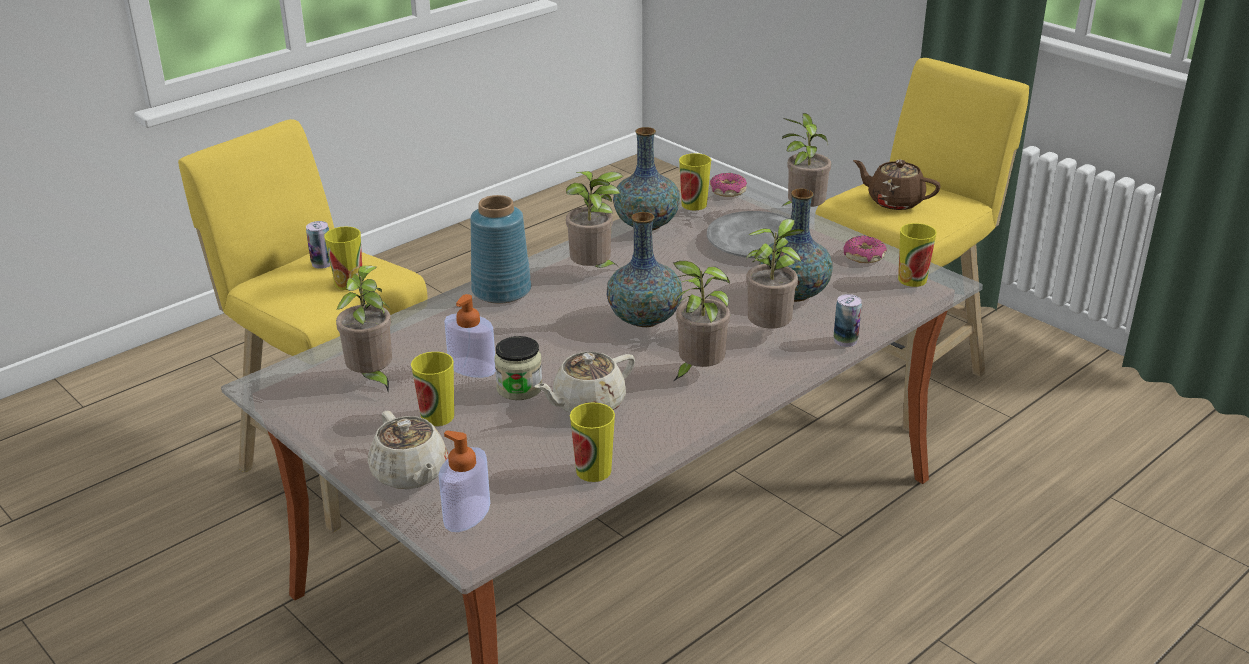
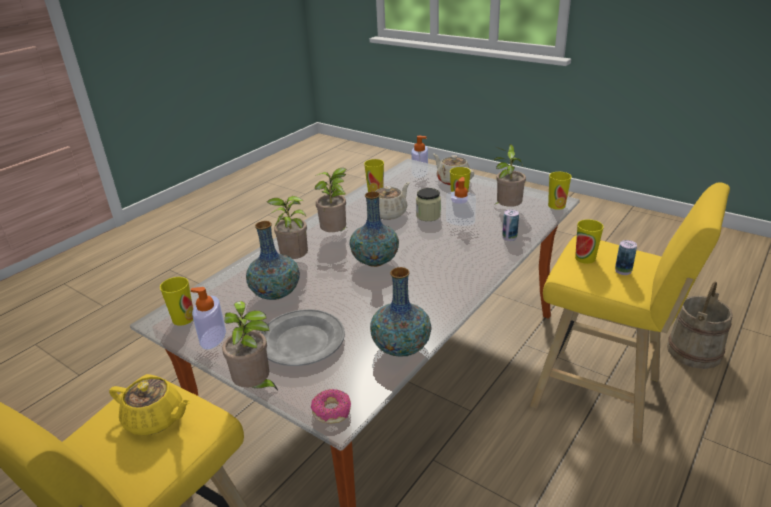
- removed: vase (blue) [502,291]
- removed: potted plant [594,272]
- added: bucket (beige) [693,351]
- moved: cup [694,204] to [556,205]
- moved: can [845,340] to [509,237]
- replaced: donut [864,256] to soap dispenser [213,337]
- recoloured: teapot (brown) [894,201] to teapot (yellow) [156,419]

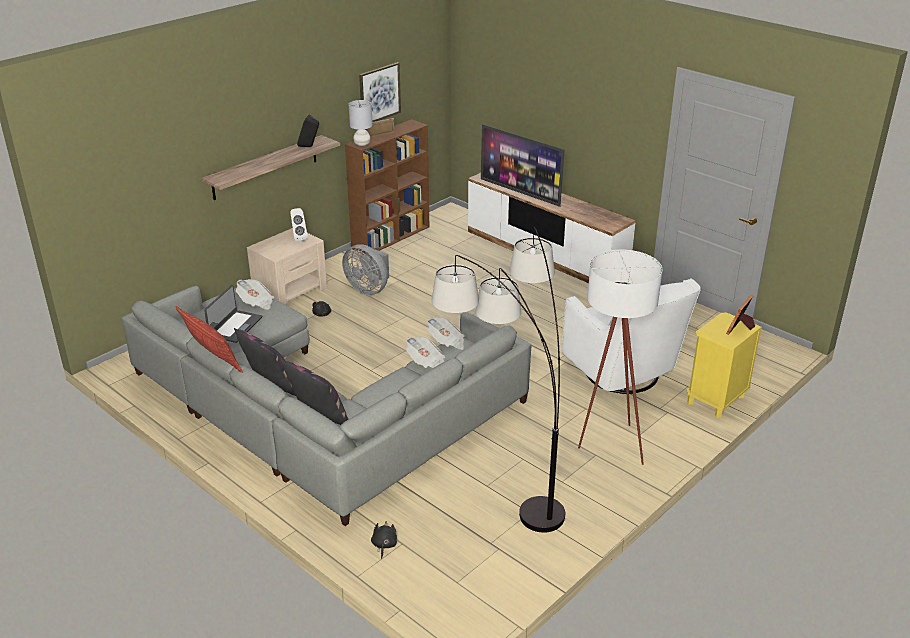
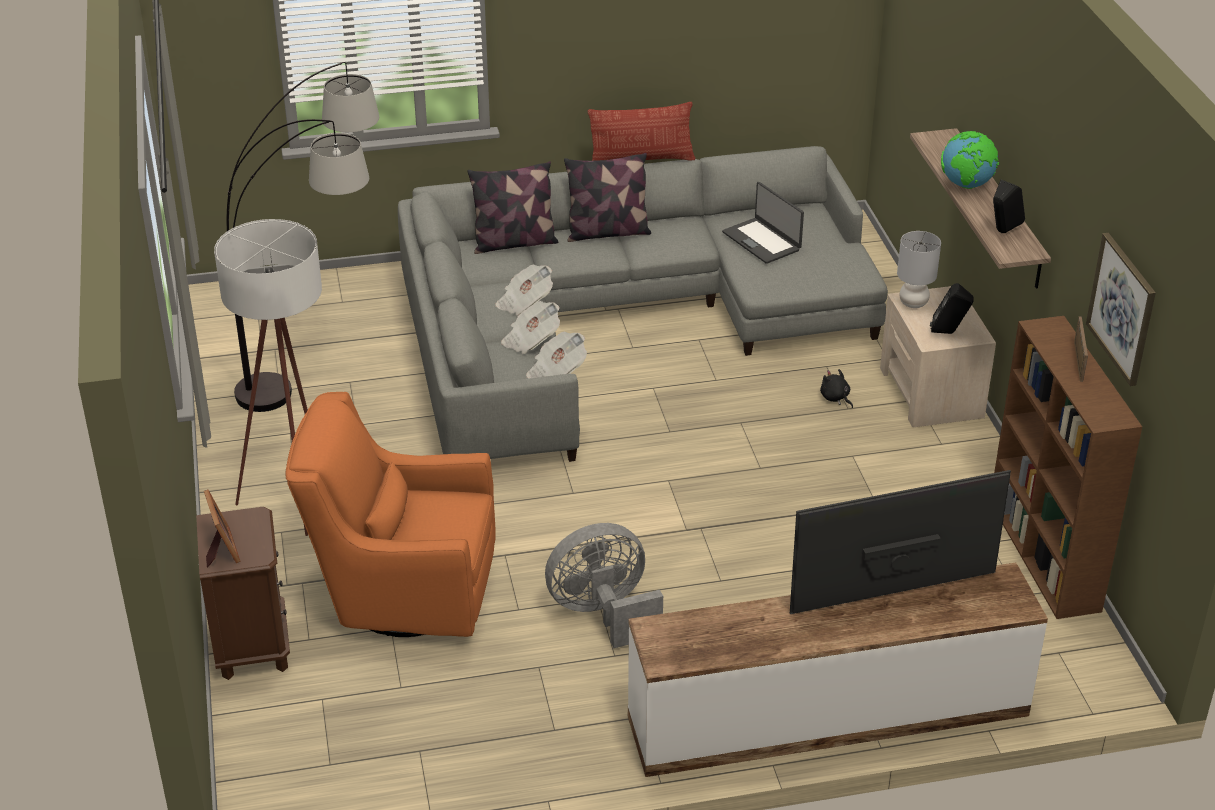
- removed: plush toy (black) [384,545]
- added: globe [967,185]
- moved: newspaper [256,303] to [524,302]
- moved: fan (grey) [369,289] to [603,613]
- moved: table lamp (grey) [361,144] to [913,303]
- recoloured: speaker (white) [298,238] to speaker (black) [948,333]
- recoloured: armchair (white) [623,374] to armchair (orange) [402,594]
- recoloured: nightstand (yellow) [715,400] to nightstand (brown) [252,646]

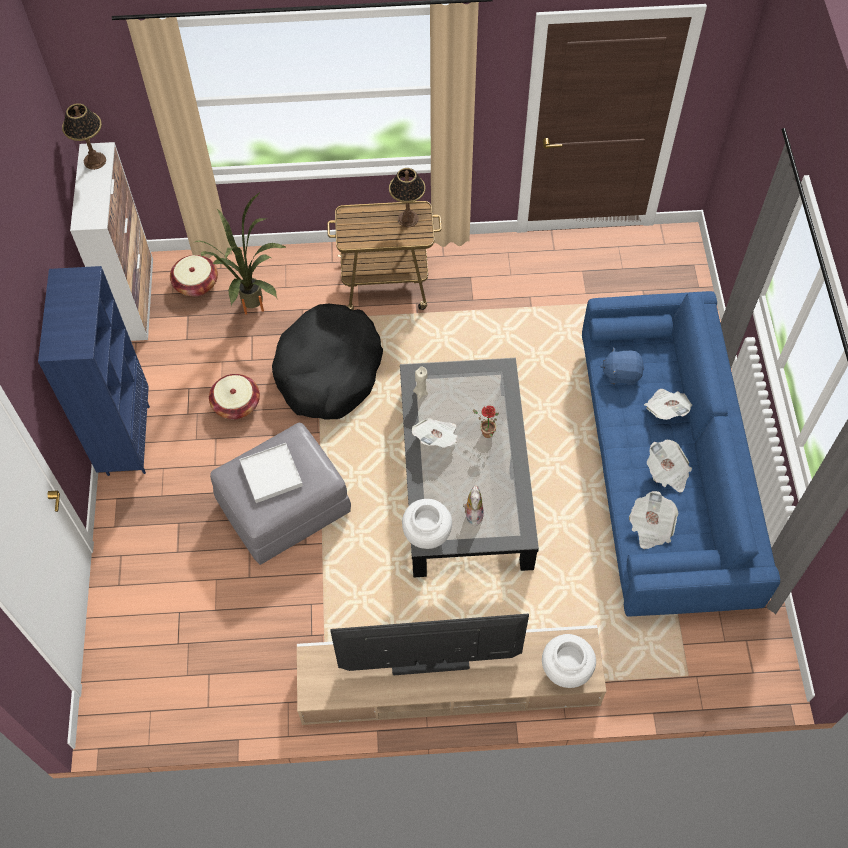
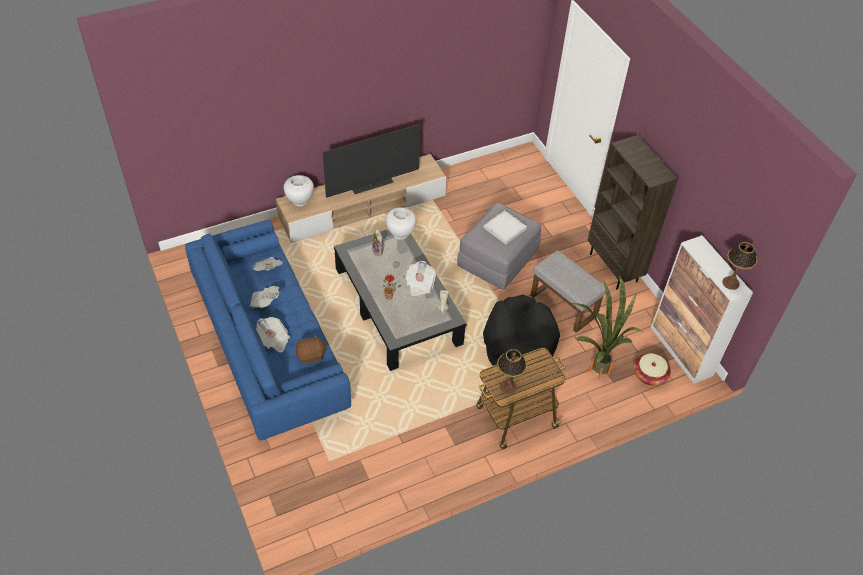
- replaced: basket [236,404] to ottoman (grey) [564,306]
- recoloured: bookcase (blue) [127,439] to bookcase (brown) [614,268]
- recoloured: plush toy (blue) [621,374] to plush toy (brown) [311,356]

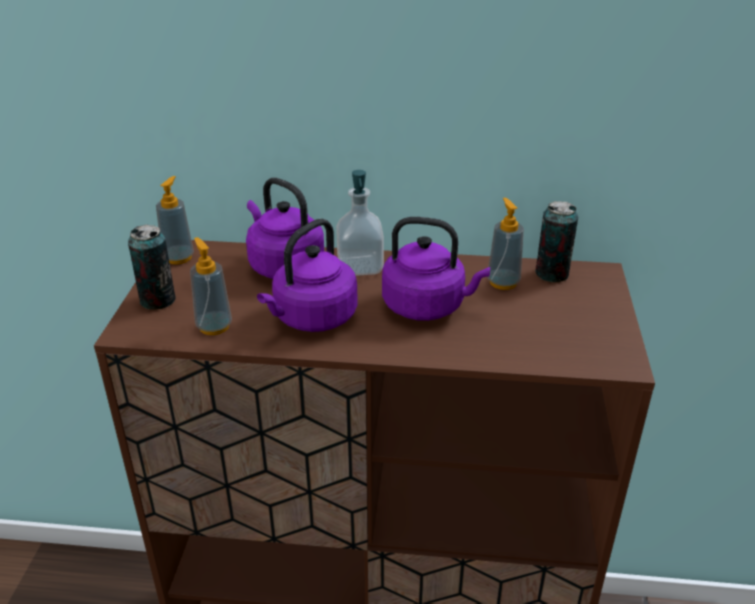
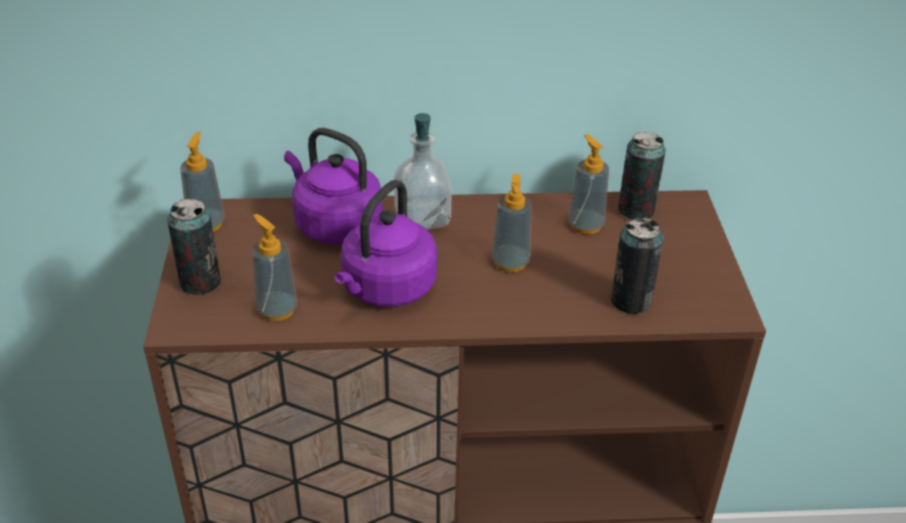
- added: can [631,301]
- replaced: kettle (purple) [427,306] to soap dispenser [510,262]

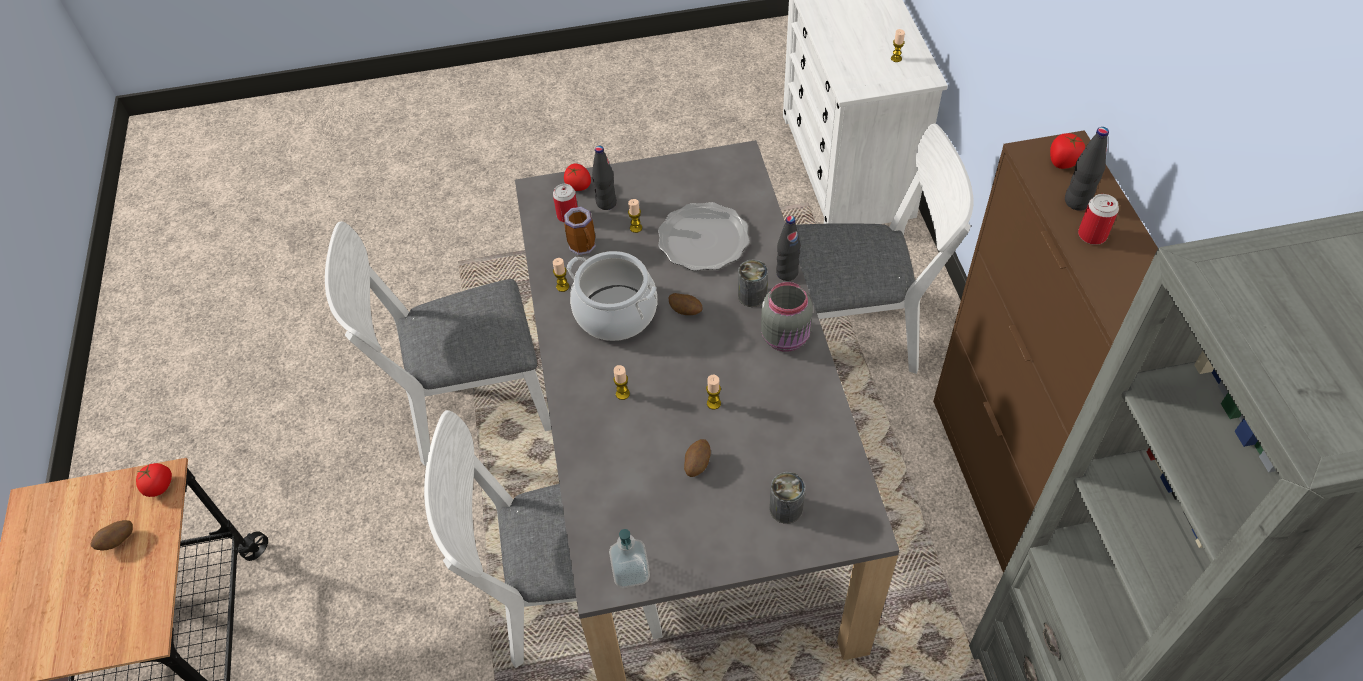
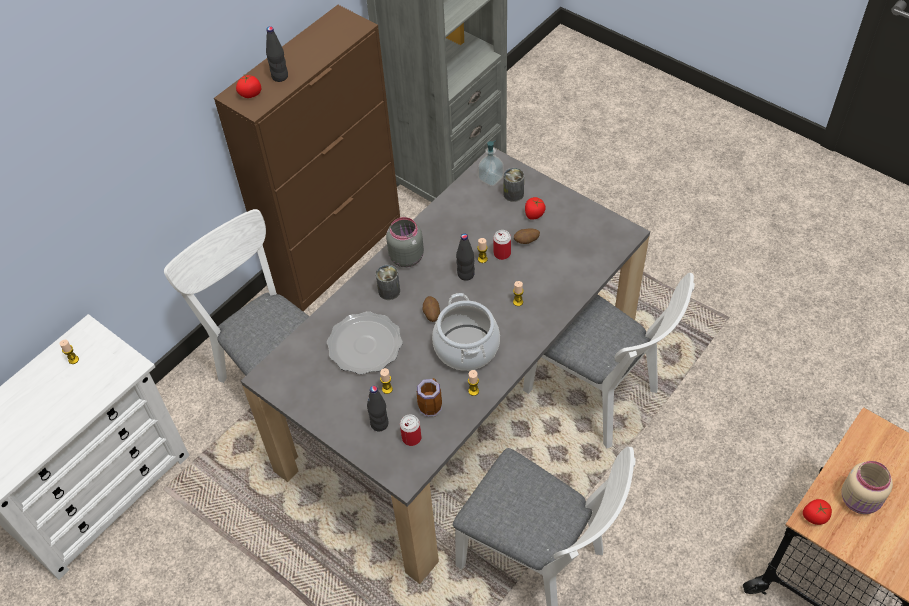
- moved: tomato [578,186] to [534,214]
- moved: soap dispenser [631,572] to [490,178]
- moved: bottle (black) [787,273] to [466,274]
- moved: can [1092,235] to [502,253]
- replaced: potato [118,541] to jar (beige) [860,500]

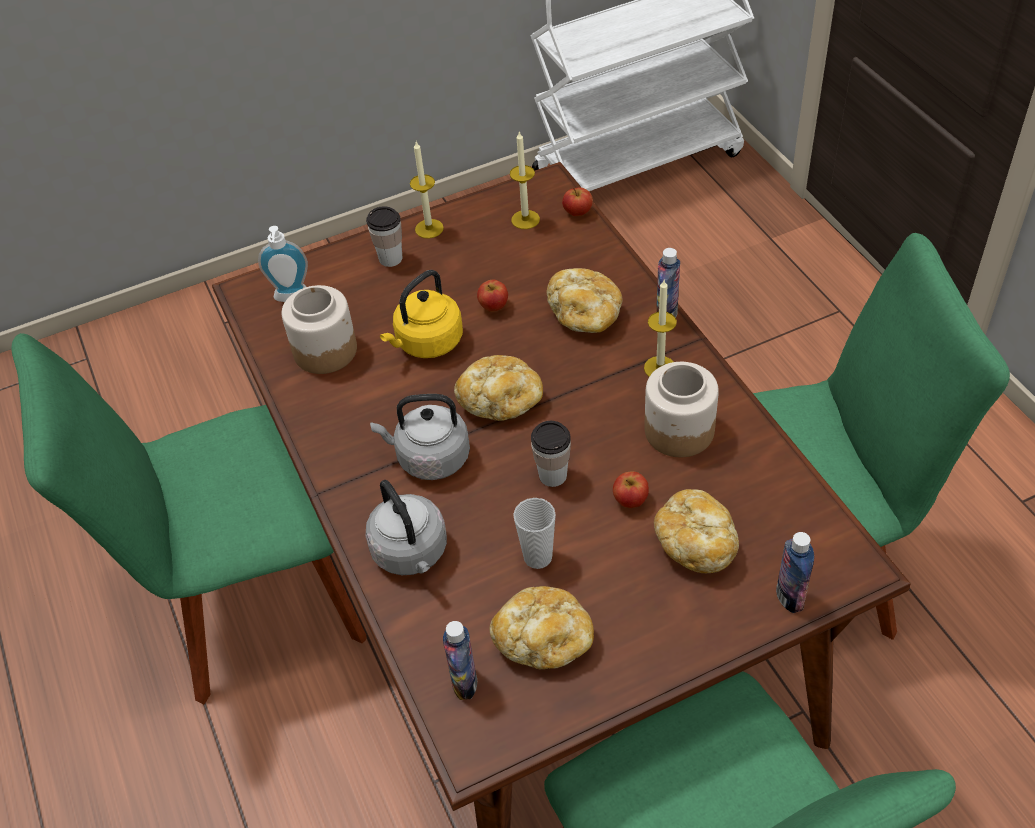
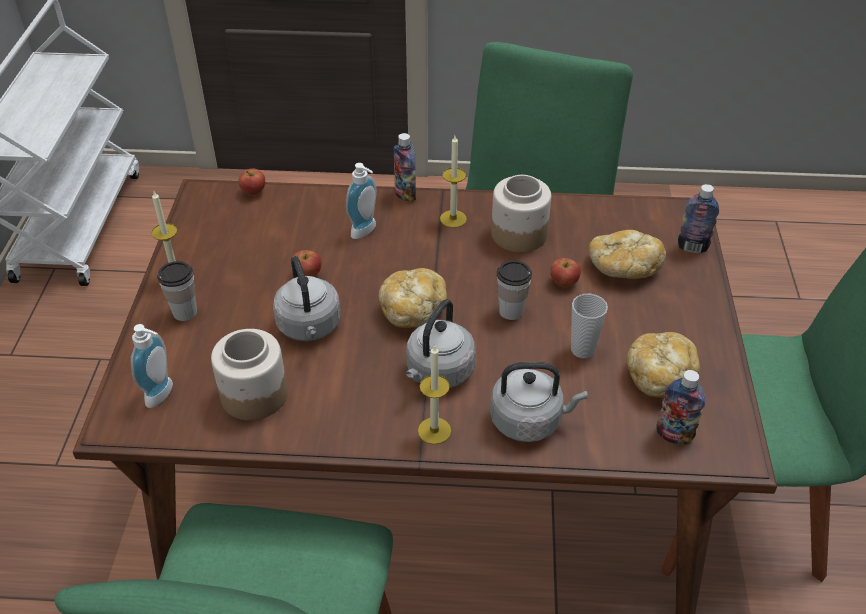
- moved: candle [525,219] to [434,431]
- replaced: bread [585,315] to soap dispenser [366,232]
- recoloured: kettle (yellow) [427,343] to kettle (grey) [309,327]

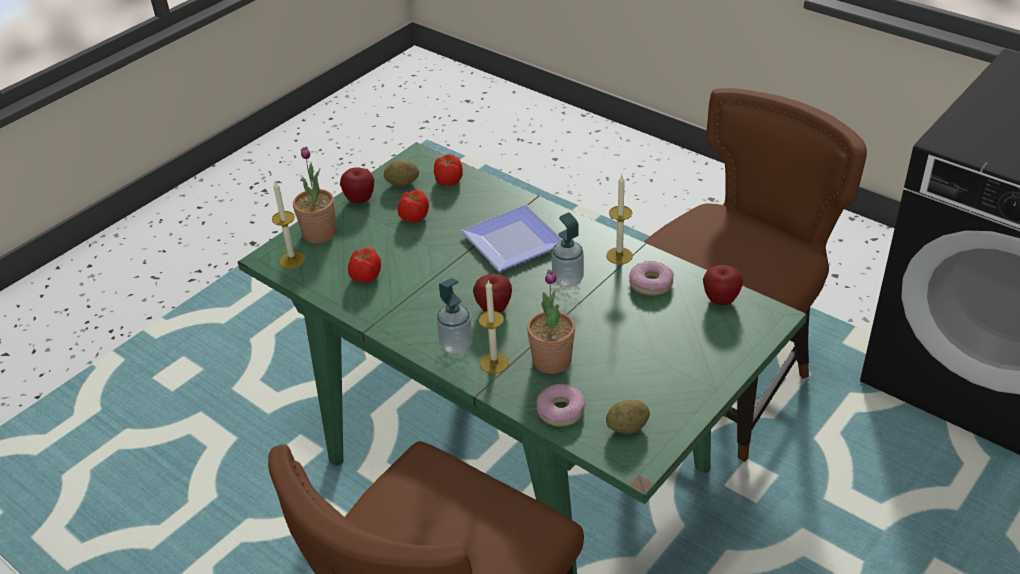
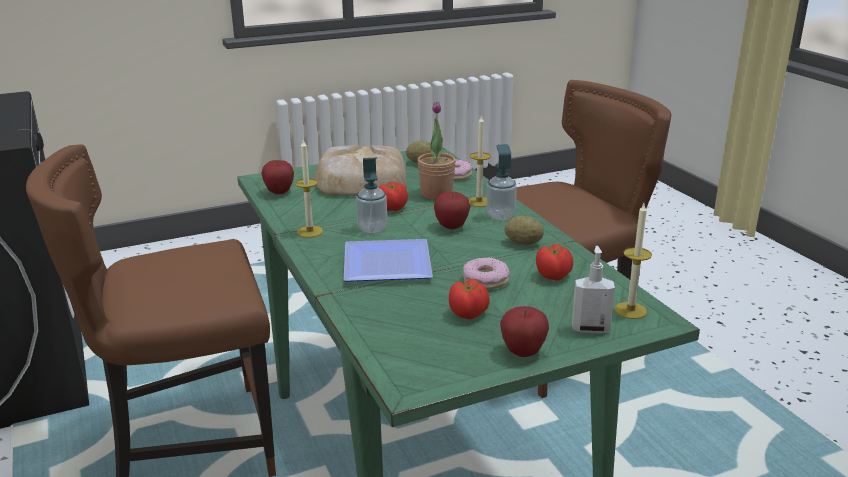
- added: bread [360,180]
- moved: potato [402,183] to [523,243]
- moved: tomato [448,181] to [393,208]
- moved: donut [651,284] to [485,280]
- replaced: potted plant [319,233] to soap dispenser [590,328]

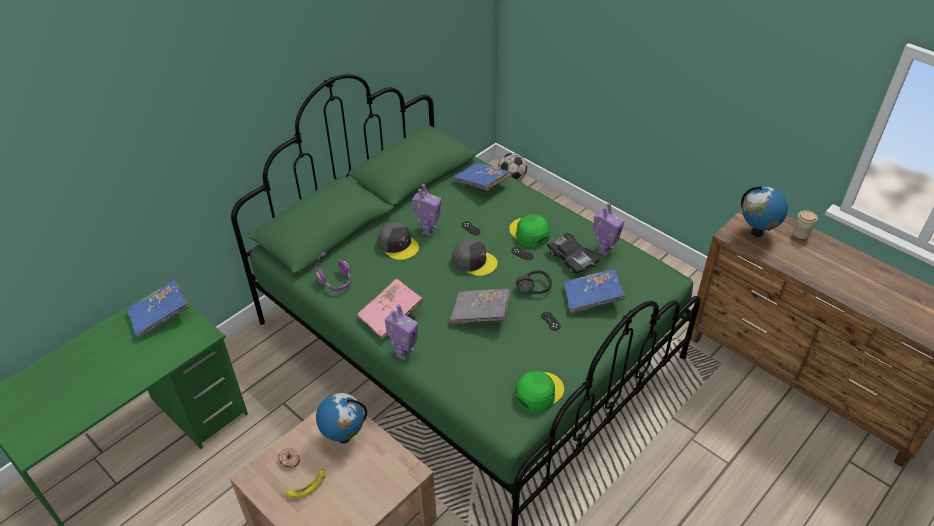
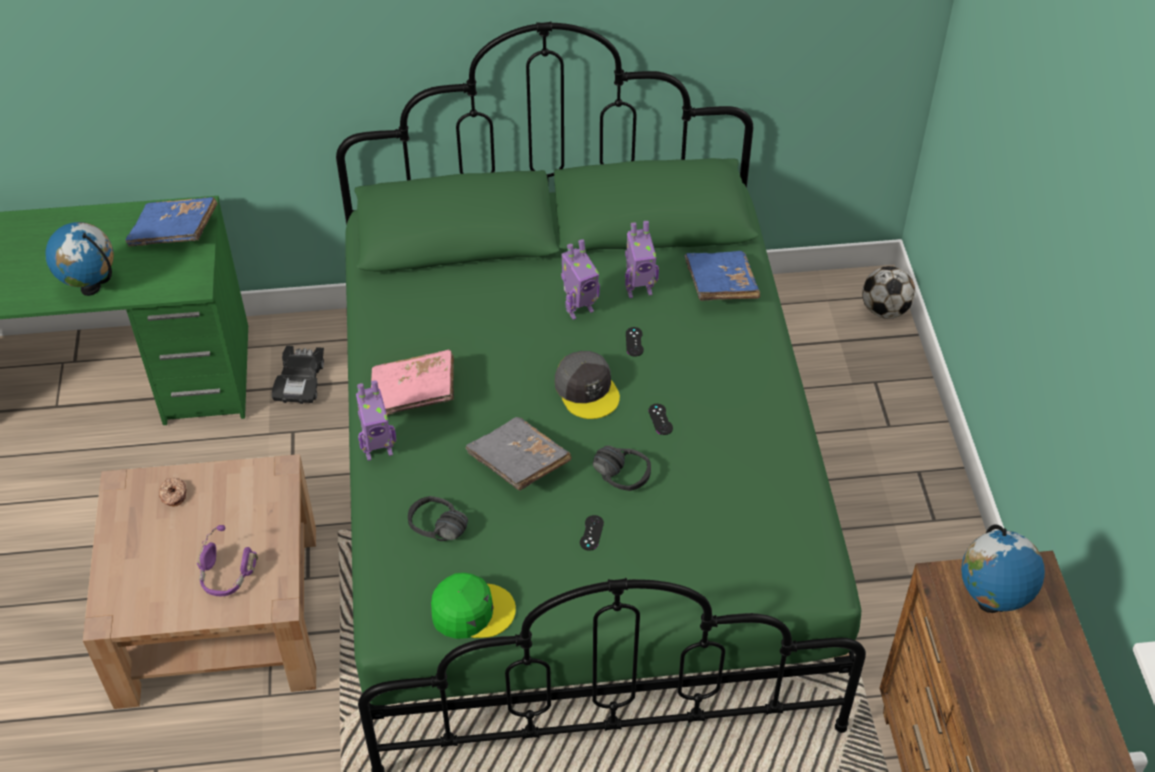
- removed: banana [306,485]
- removed: cap (grey) [398,245]
- removed: cap (green) [529,233]
- removed: book (blue) [592,298]
- removed: cup [801,234]
- added: headphones (black) [434,533]
- moved: headphones (purple) [336,282] to [226,576]
- moved: globe [344,436] to [91,288]
- moved: toy car (black) [572,258] to [300,381]
- moved: toy robot [604,249] to [638,290]

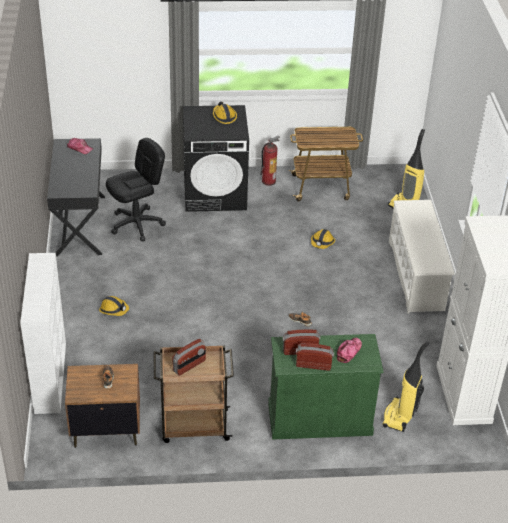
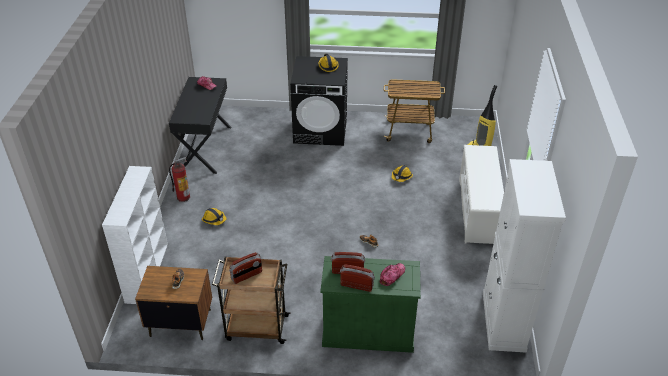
- removed: office chair (black) [137,224]
- removed: vacuum cleaner [399,416]
- moved: fire extinguisher [268,181] to [183,197]

